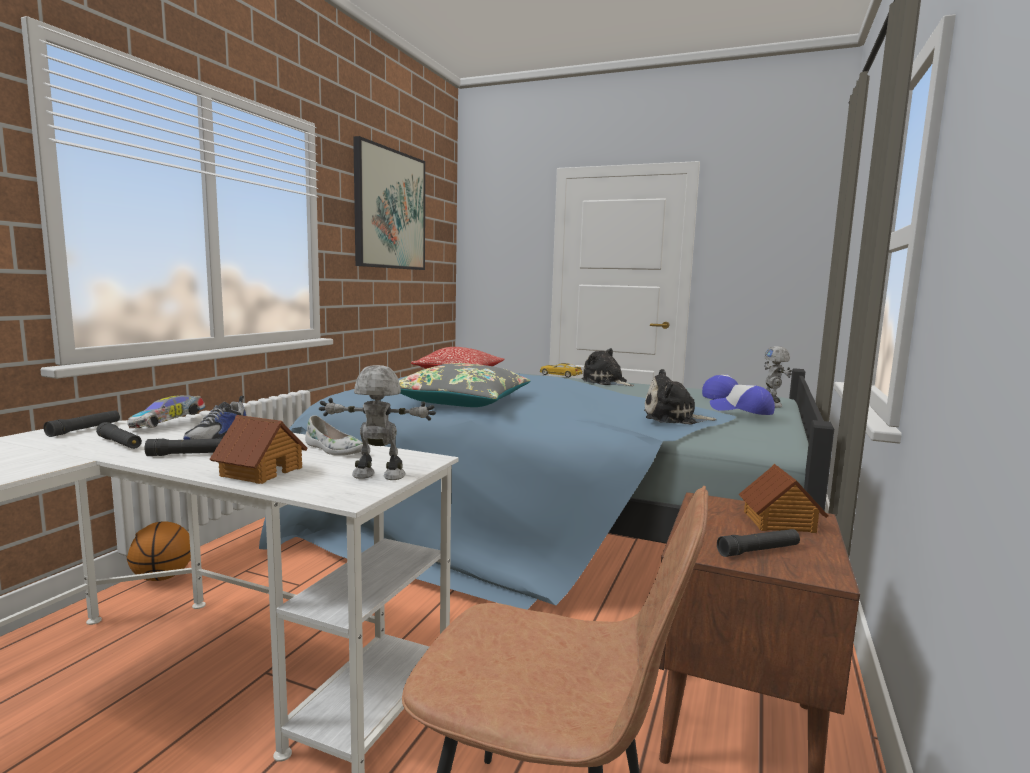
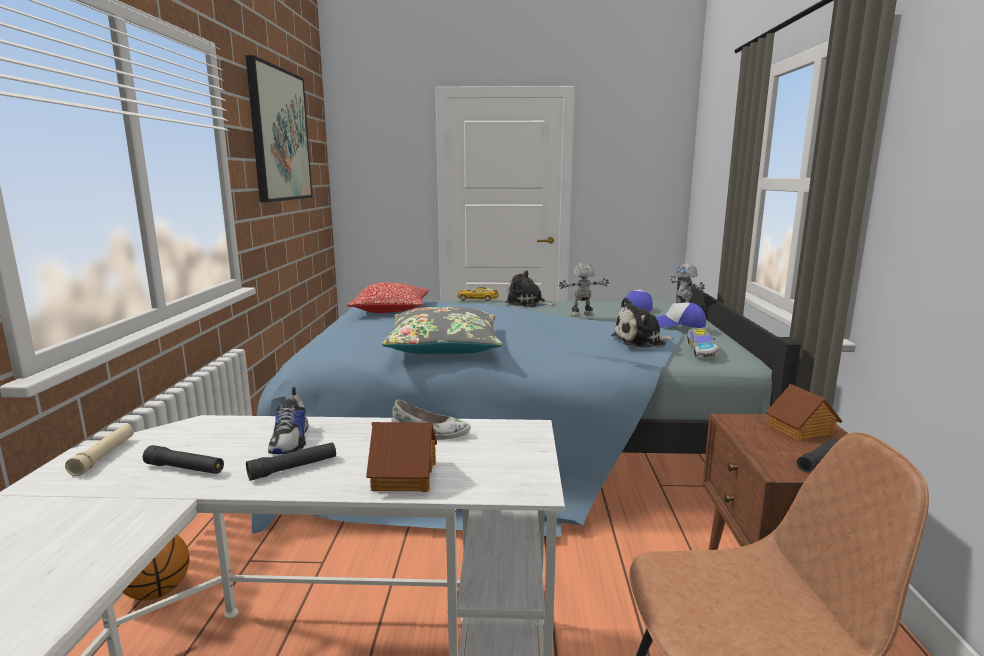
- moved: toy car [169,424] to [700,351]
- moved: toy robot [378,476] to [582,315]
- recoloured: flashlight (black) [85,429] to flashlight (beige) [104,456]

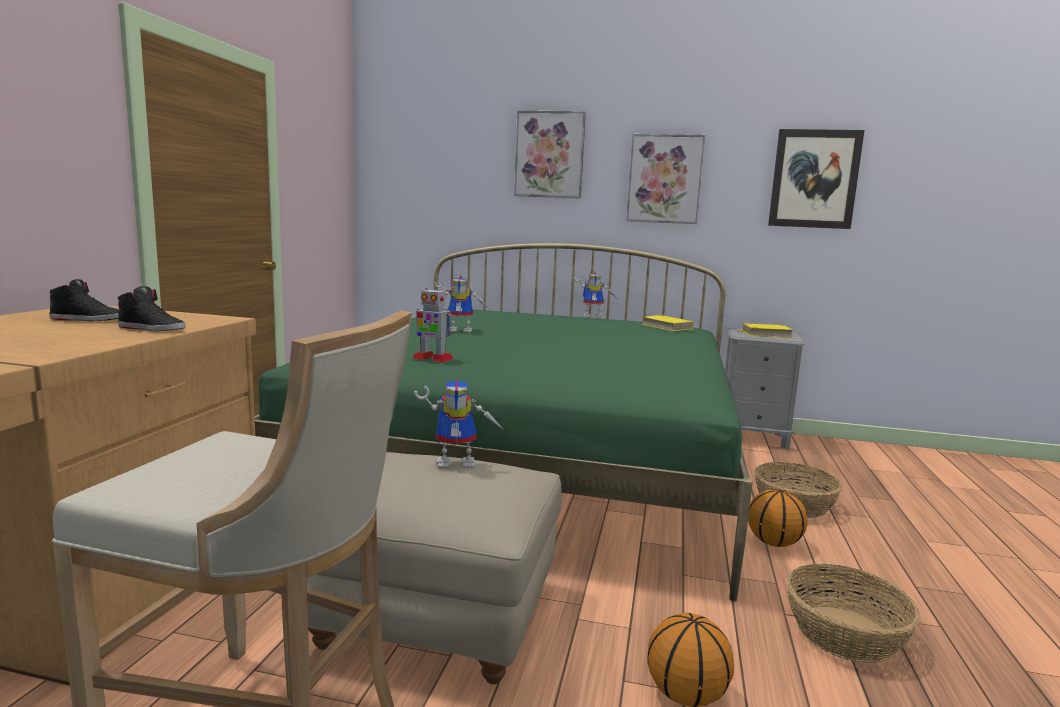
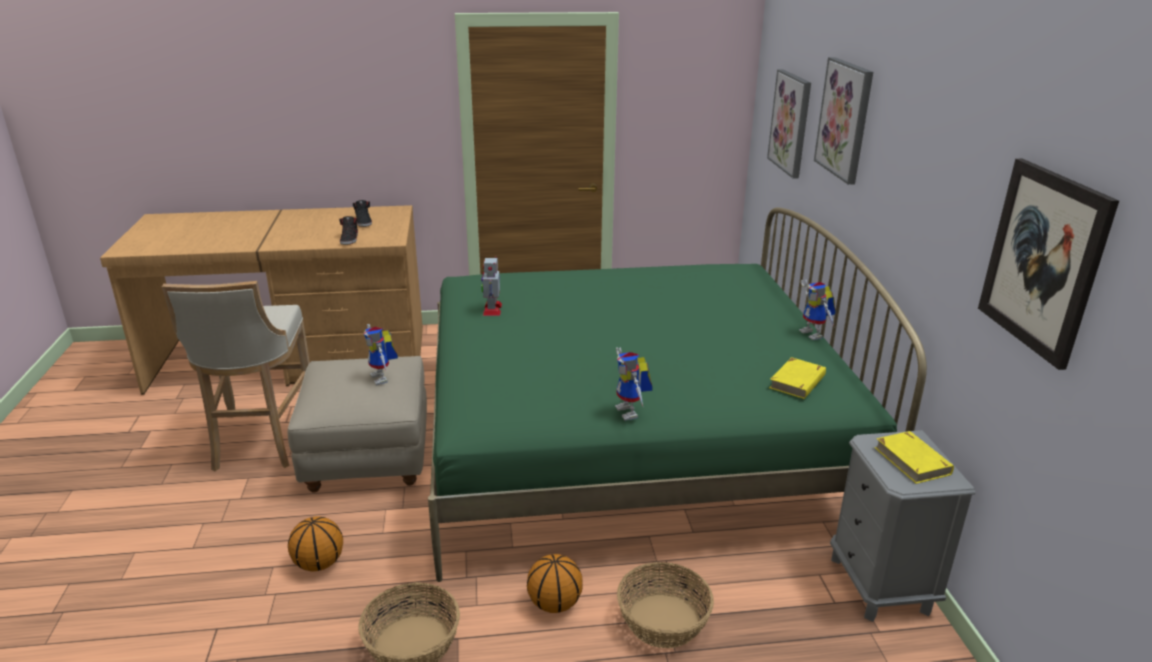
- moved: toy robot [462,330] to [631,412]
- moved: picture [664,179] to [790,122]

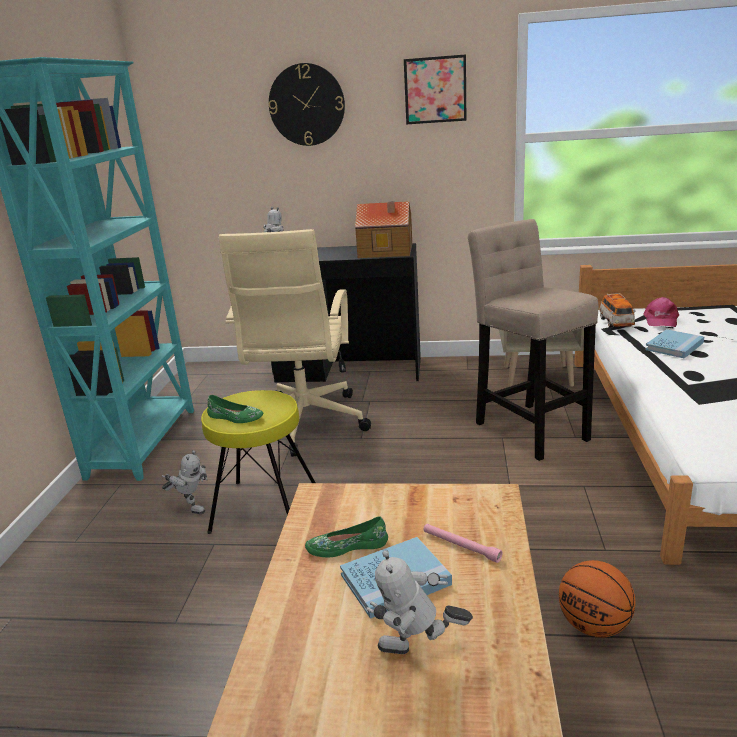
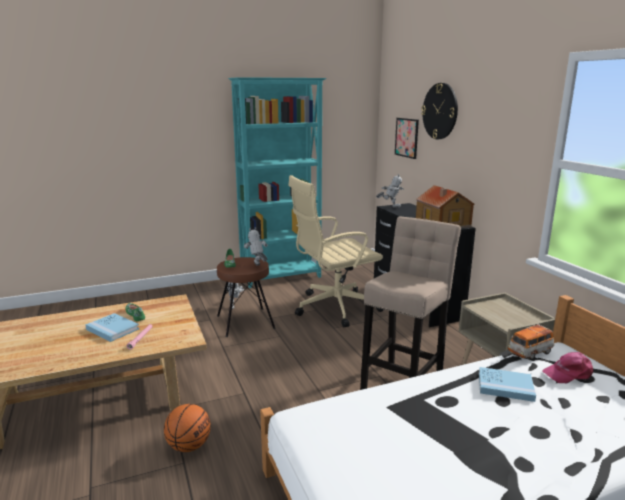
- moved: toy robot [418,654] to [257,266]
- moved: picture [435,90] to [406,137]
- recoloured: stool (yellow) [264,507] to stool (brown) [245,322]

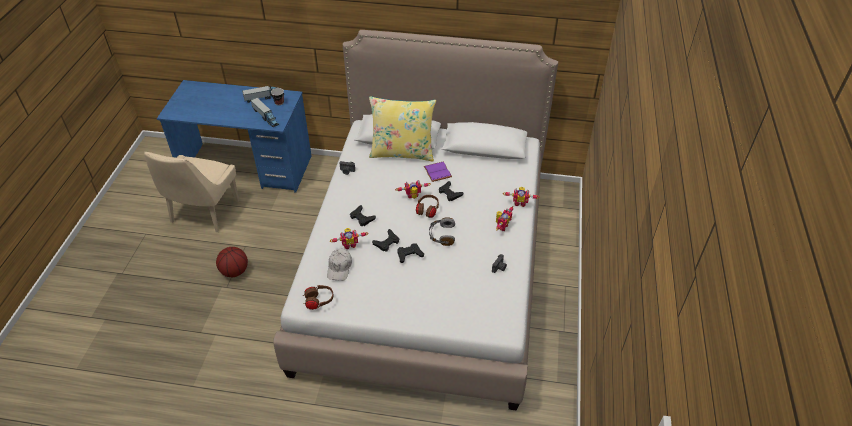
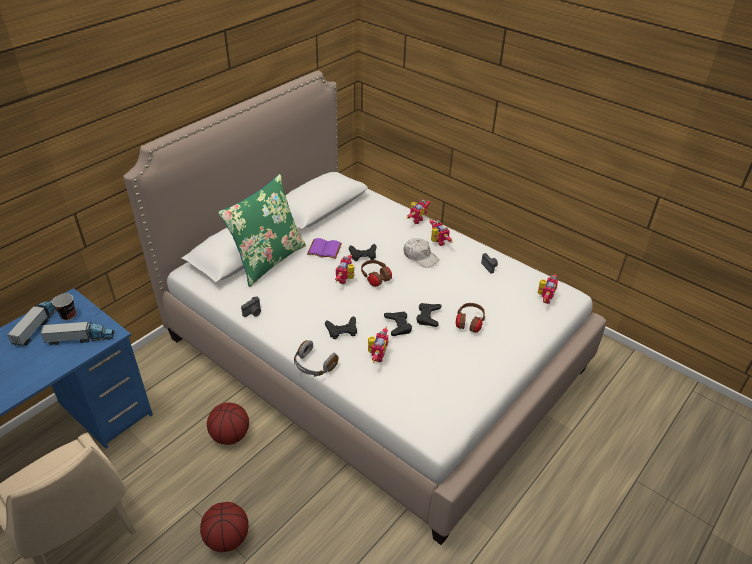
- added: basketball [230,435]
- added: toy robot [544,298]
- moved: headphones (brown) [319,301] to [469,324]
- moved: cap (white) [339,267] to [420,257]
- moved: headphones (grey) [441,235] to [313,365]
- recoloured: pillow (yellow) [402,152] to pillow (green) [268,260]

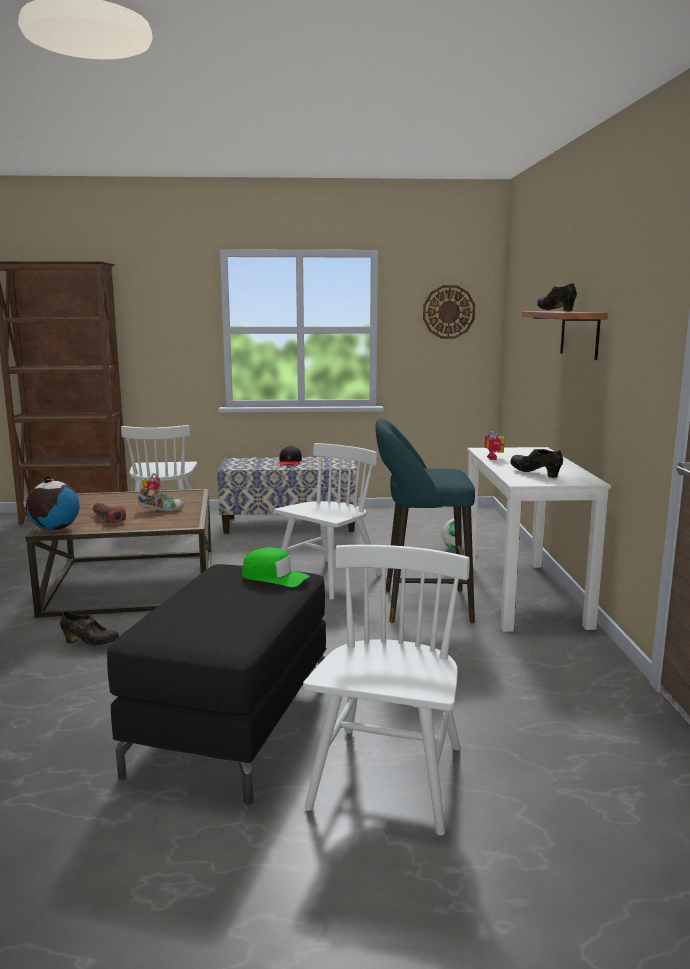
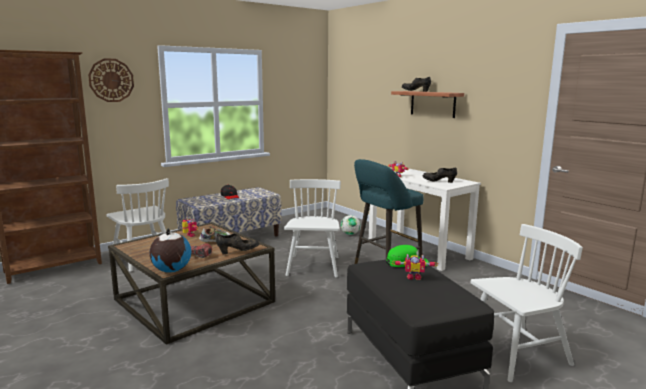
- added: toy robot [413,277]
- moved: shoe (black) [90,644] to [238,252]
- moved: wall clock [448,312] to [111,80]
- turned: chair (white) [388,778] = [516,354] 90 degrees clockwise

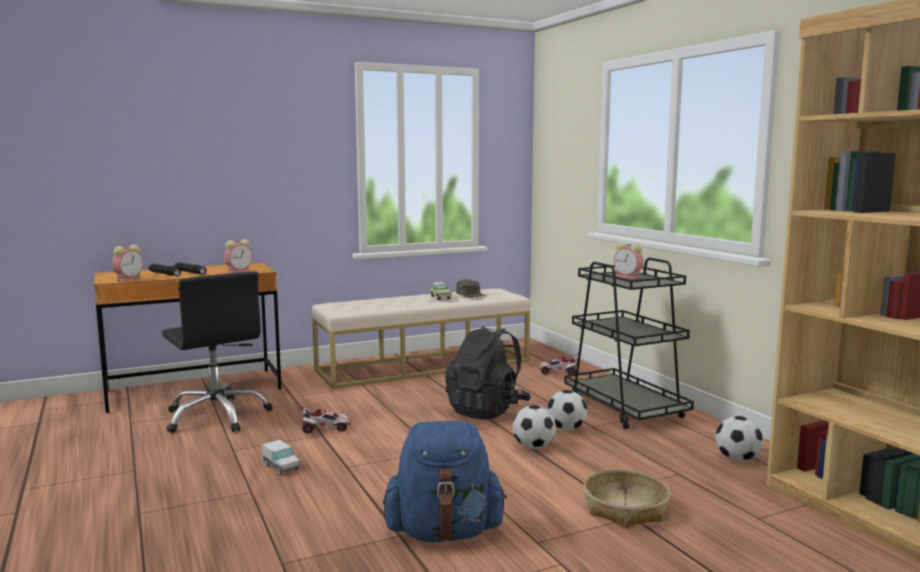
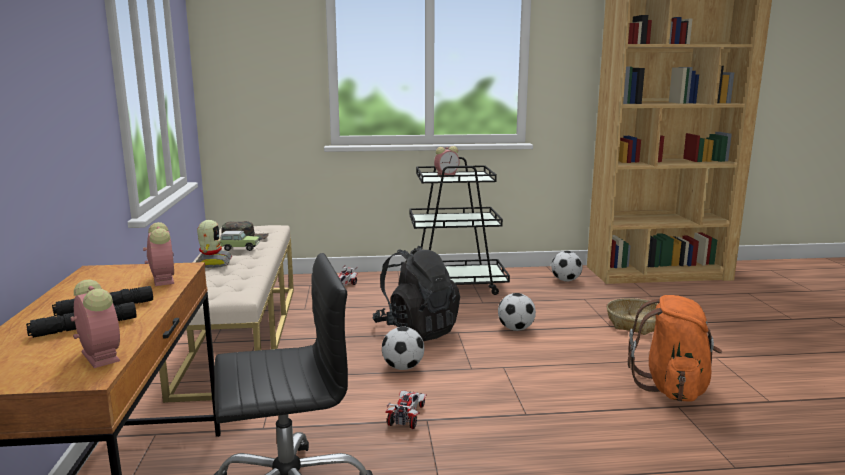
- removed: toy truck [281,467]
- added: toy robot [212,263]
- moved: football [566,429] to [402,367]
- recoloured: backpack (blue) [444,532] to backpack (orange) [672,387]

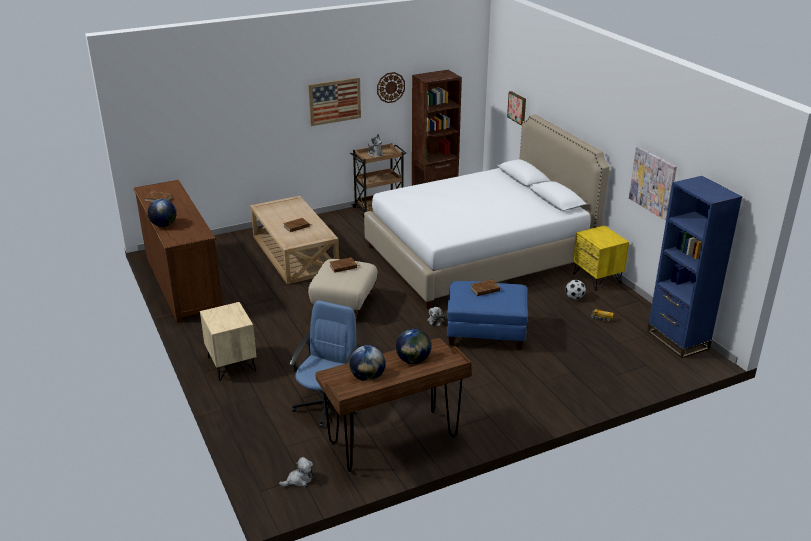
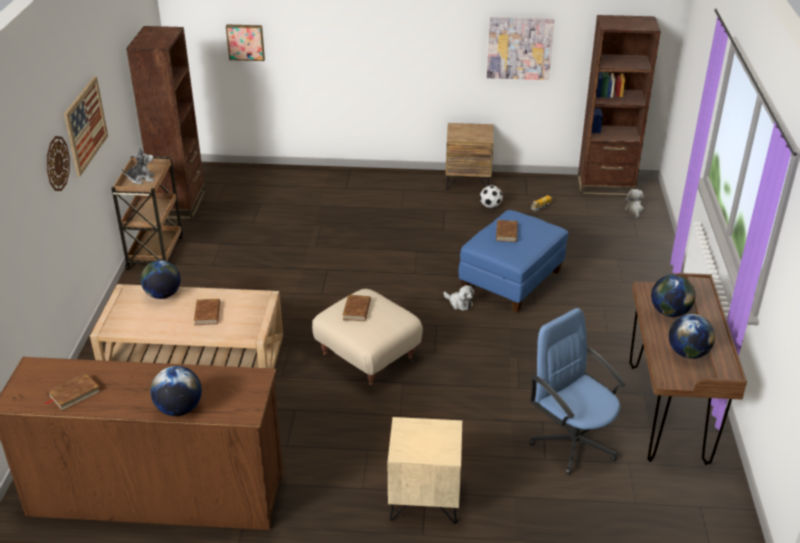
- removed: bed (white) [478,255]
- added: globe [163,295]
- moved: plush toy [298,480] to [634,210]
- moved: wall clock [390,87] to [57,163]
- recoloured: nightstand (yellow) [597,279] to nightstand (brown) [468,181]
- recoloured: bookcase (blue) [677,340] to bookcase (brown) [605,186]

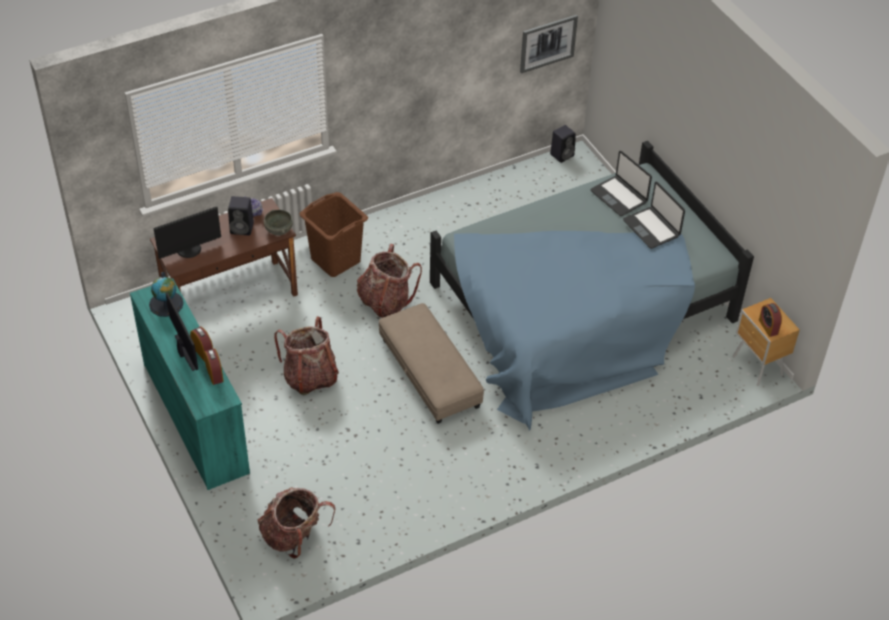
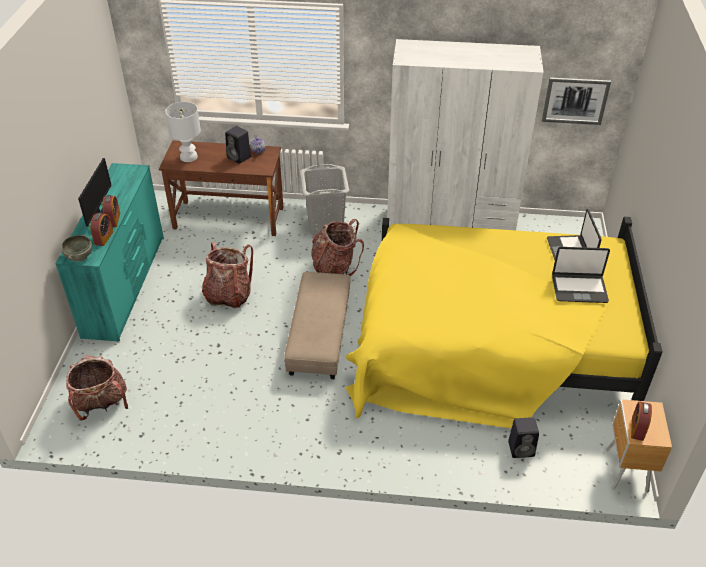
- removed: globe [166,304]
- added: wardrobe (white) [450,225]
- moved: bowl (grey) [278,230] to [79,256]
- moved: speaker (black) [562,154] to [522,449]
- replaced: monitor [189,250] to table lamp (white) [189,157]
- recoloured: laundry basket (brown) [336,259] to laundry basket (grey) [326,224]
- recoloured: bed (blue) [580,310] to bed (yellow) [489,343]
- turned: laptop [652,228] = [579,288] 90 degrees counterclockwise

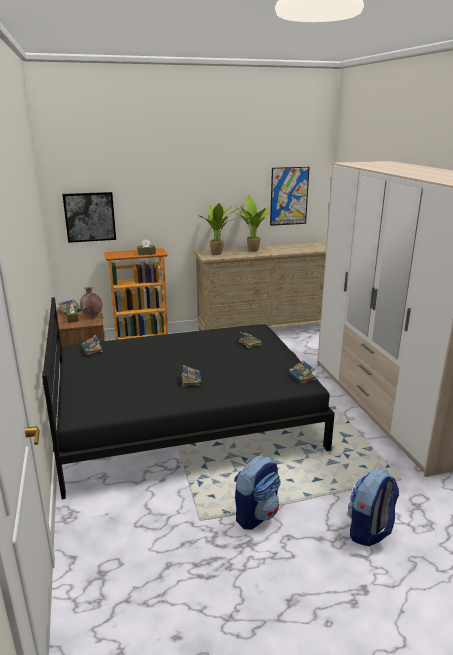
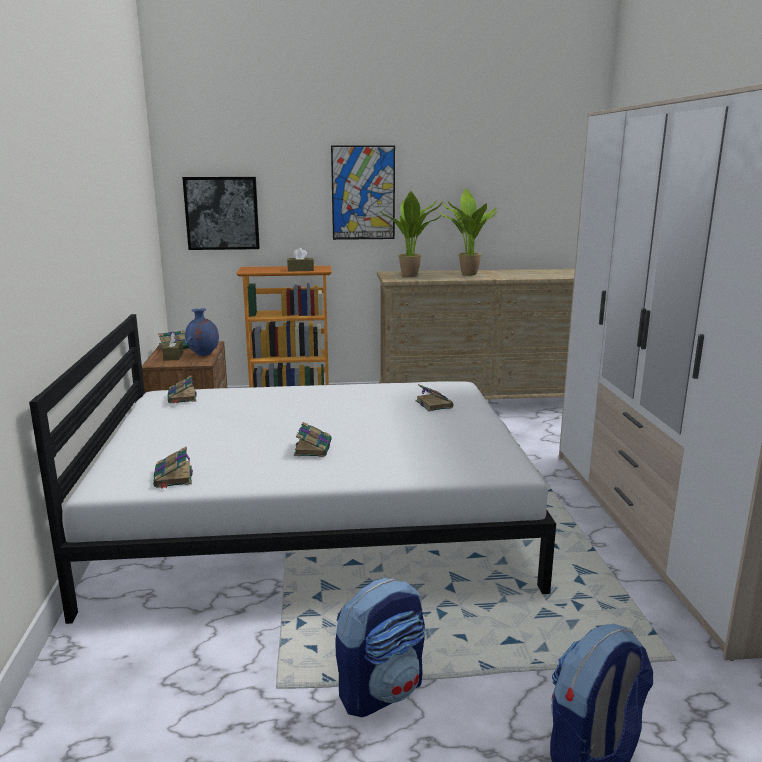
- moved: picture [289,196] to [363,193]
- moved: book [302,377] to [173,477]
- recoloured: bed (black) [184,418] to bed (white) [313,519]
- recoloured: vase (brown) [92,316] to vase (blue) [203,354]

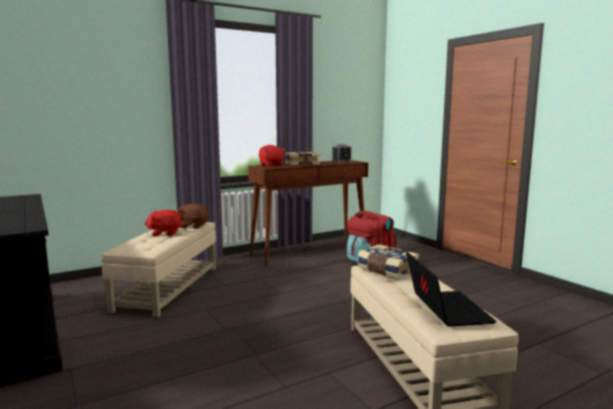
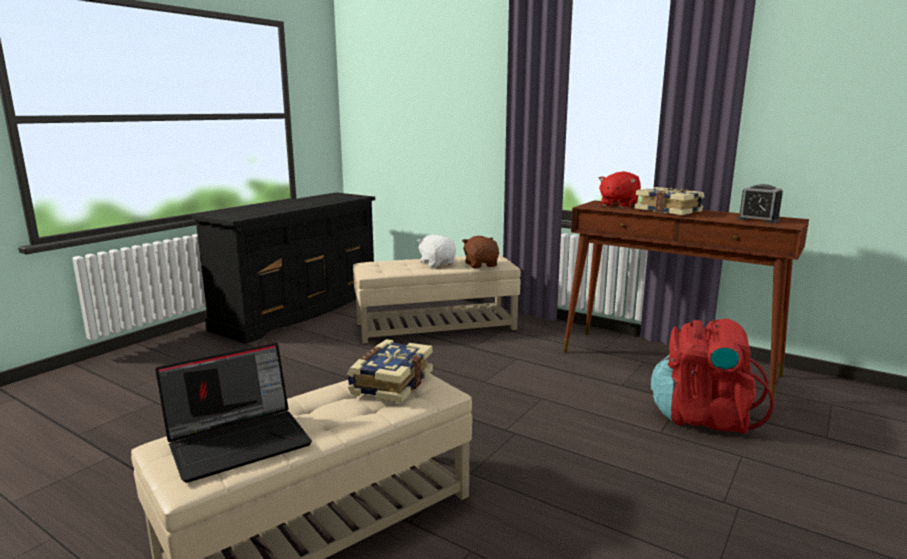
- recoloured: plush toy (red) [165,233] to plush toy (white) [437,263]

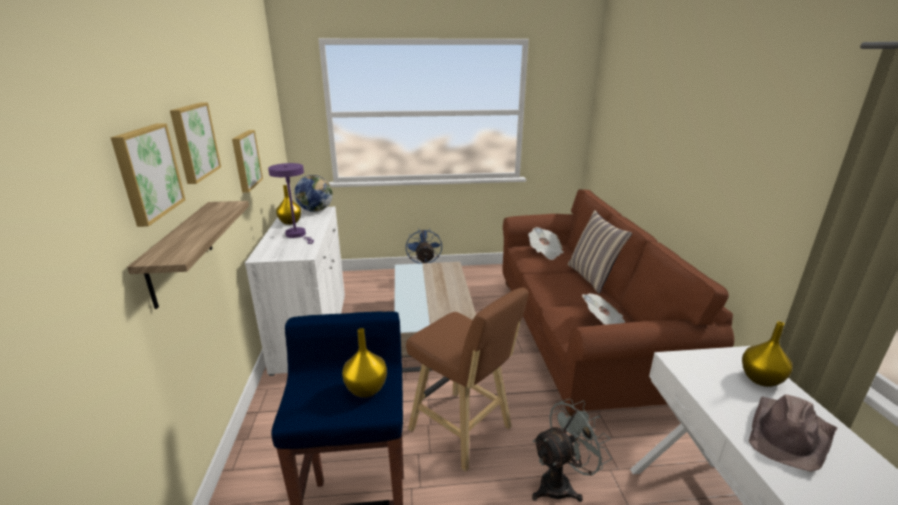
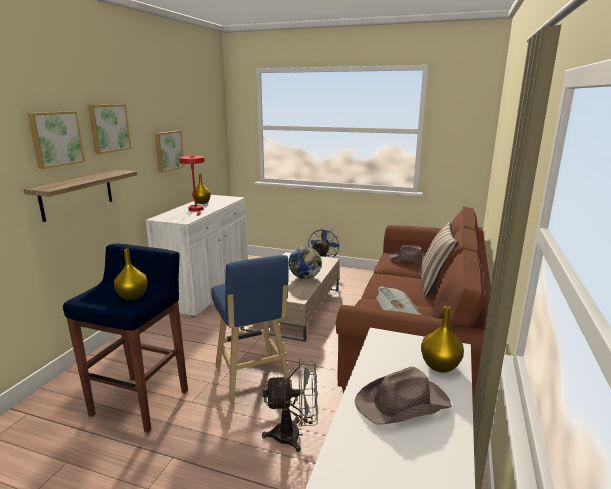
- moved: globe [316,210] to [305,277]
- replaced: newspaper [545,252] to hat (brown) [410,260]
- recoloured: table lamp (purple) [298,235] to table lamp (red) [196,210]
- recoloured: stool (brown) [463,431] to stool (blue) [253,379]

